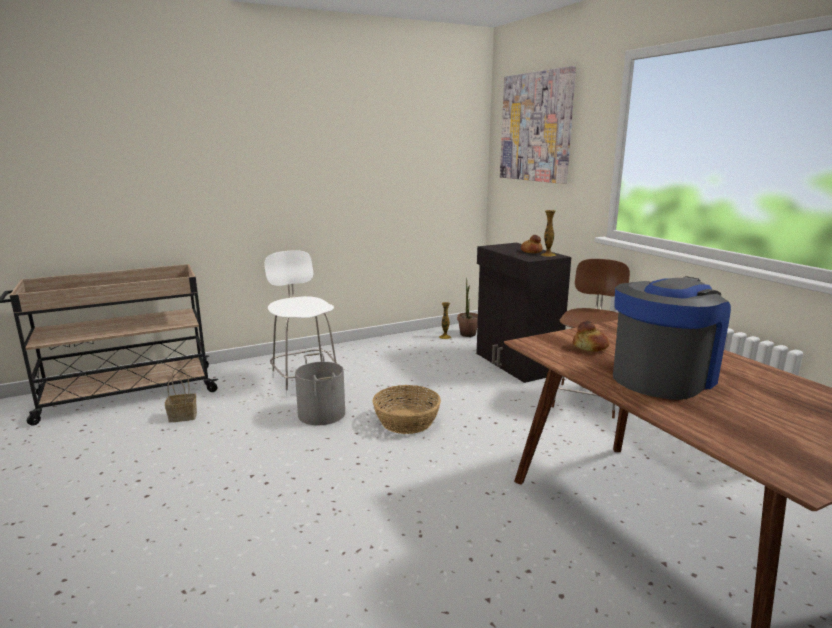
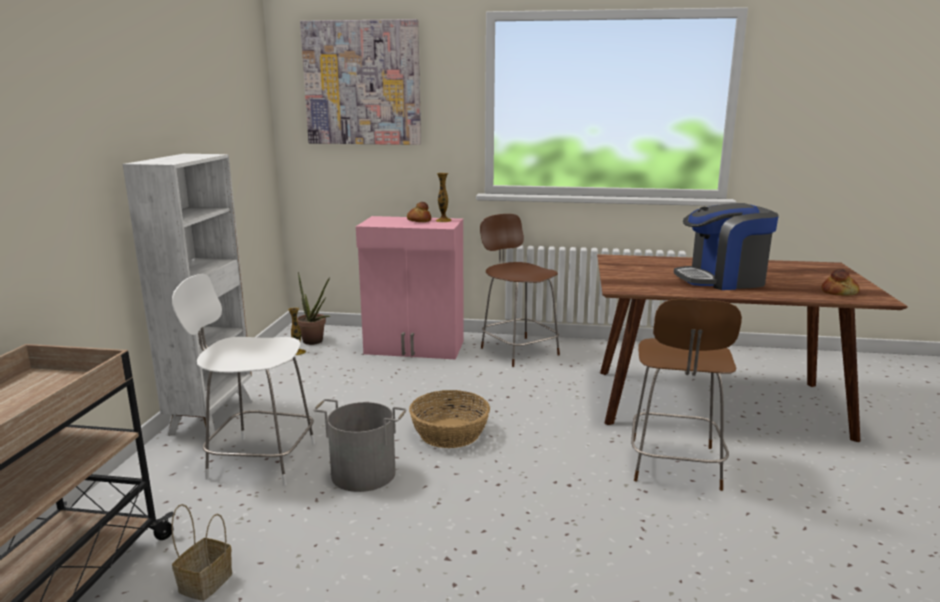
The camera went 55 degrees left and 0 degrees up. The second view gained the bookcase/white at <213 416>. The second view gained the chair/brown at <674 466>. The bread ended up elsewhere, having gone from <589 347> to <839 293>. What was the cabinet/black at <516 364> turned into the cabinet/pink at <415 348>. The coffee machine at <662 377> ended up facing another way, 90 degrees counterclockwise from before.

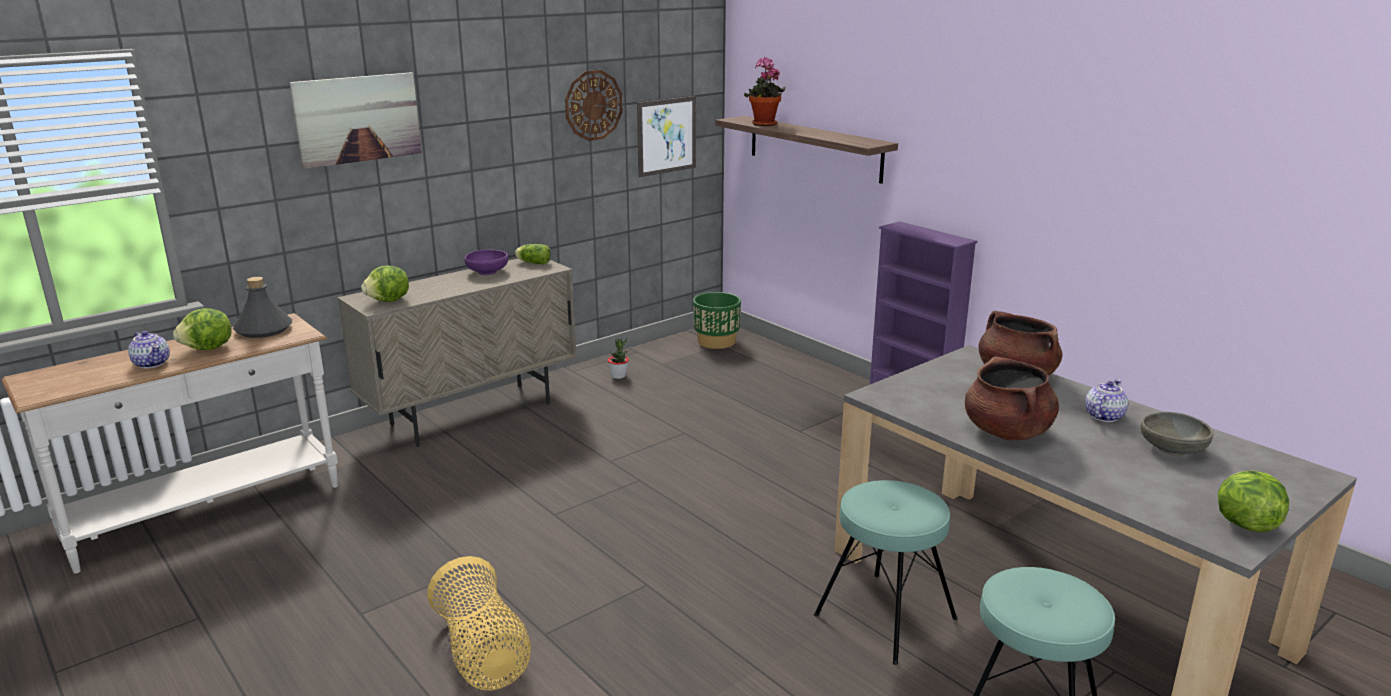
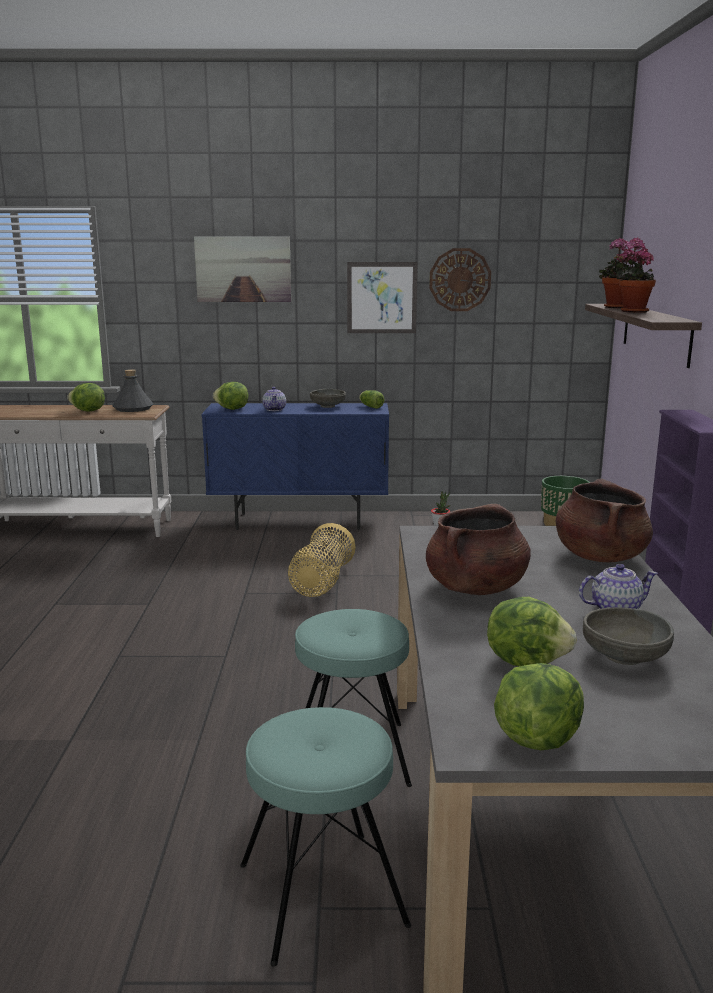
The camera went 40 degrees right and 5 degrees down. The second view gained the lettuce at <526 661>. The second view gained the potted plant at <631 311>. The teapot ended up elsewhere, having gone from <152 363> to <274 409>. The basket ended up elsewhere, having gone from <482 654> to <321 583>. The picture ended up elsewhere, having gone from <666 136> to <381 297>. What was the cabinet/beige at <472 414> turned into the cabinet/blue at <300 521>. What was the bowl/purple at <487 272> turned into the bowl/grey at <328 406>.

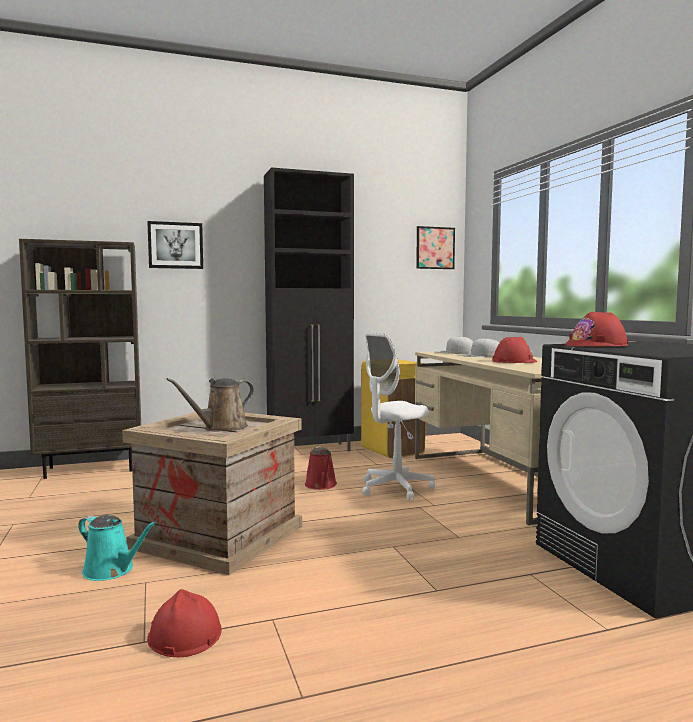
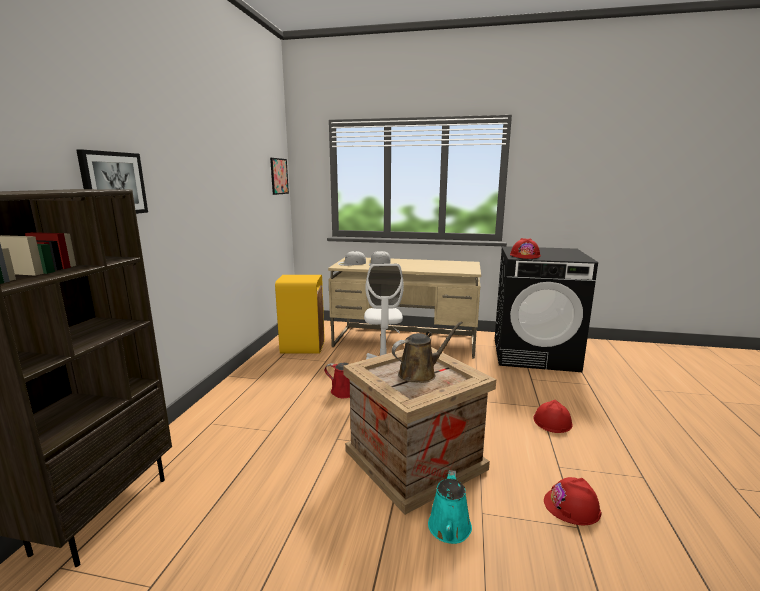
The camera went 60 degrees left and 10 degrees up. The second view lost the cabinet/black at <311 450>. The hard hat/red ended up elsewhere, having gone from <514 361> to <552 421>. The watering can/turquoise at <112 570> ended up facing another way, 135 degrees clockwise from before. The watering can/brown at <221 428> ended up facing another way, 105 degrees counterclockwise from before.

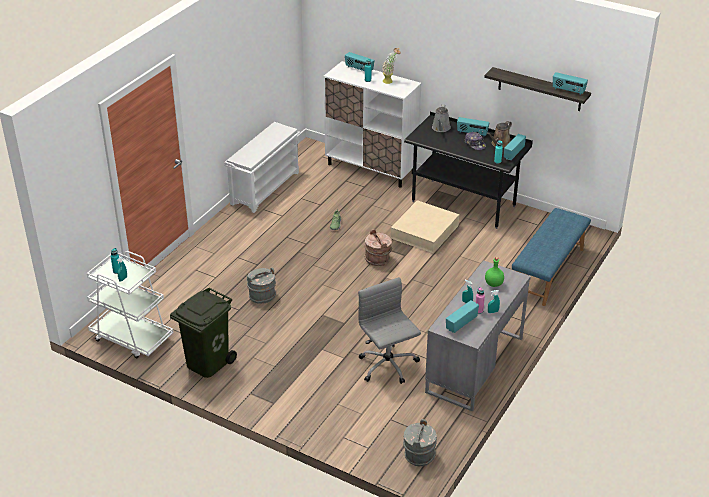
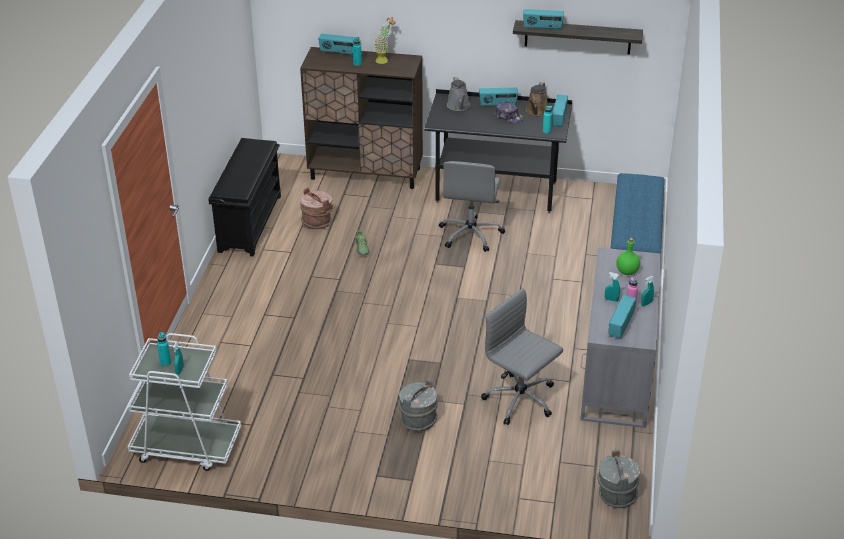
The camera went 20 degrees left and 0 degrees up. The second view lost the trash can/green at <207 362>. The bucket/grey ended up elsewhere, having gone from <262 296> to <418 420>. The bucket/brown ended up elsewhere, having gone from <377 259> to <317 222>. The radio ended up elsewhere, having gone from <568 91> to <542 28>. Where the storage box/beige stood at <424 232>, the office chair/grey came to stand at <471 234>. What was the shoe rack/white at <265 187> turned into the shoe rack/black at <249 223>. What was the cabinet/white at <371 168> turned into the cabinet/brown at <366 174>.

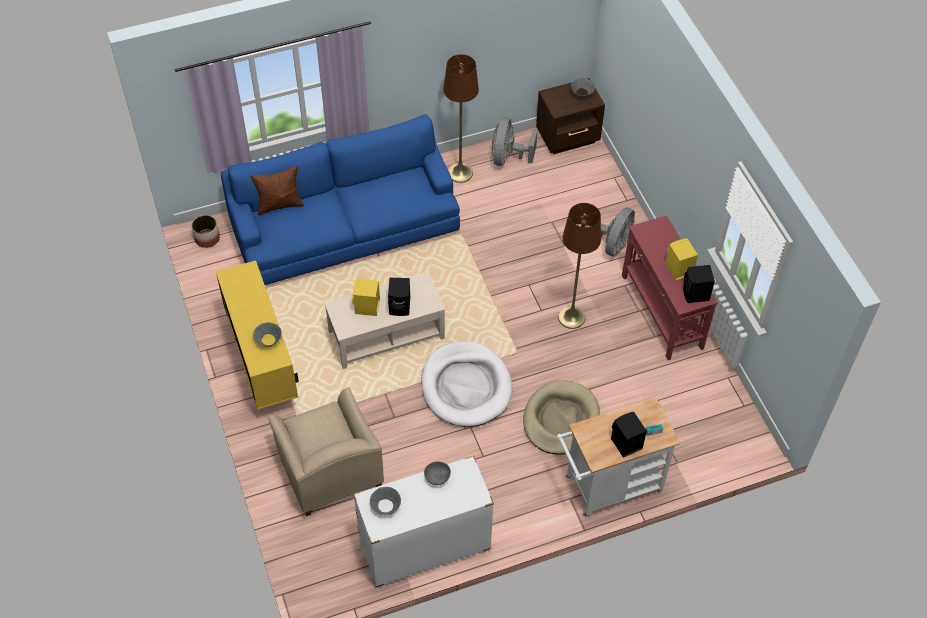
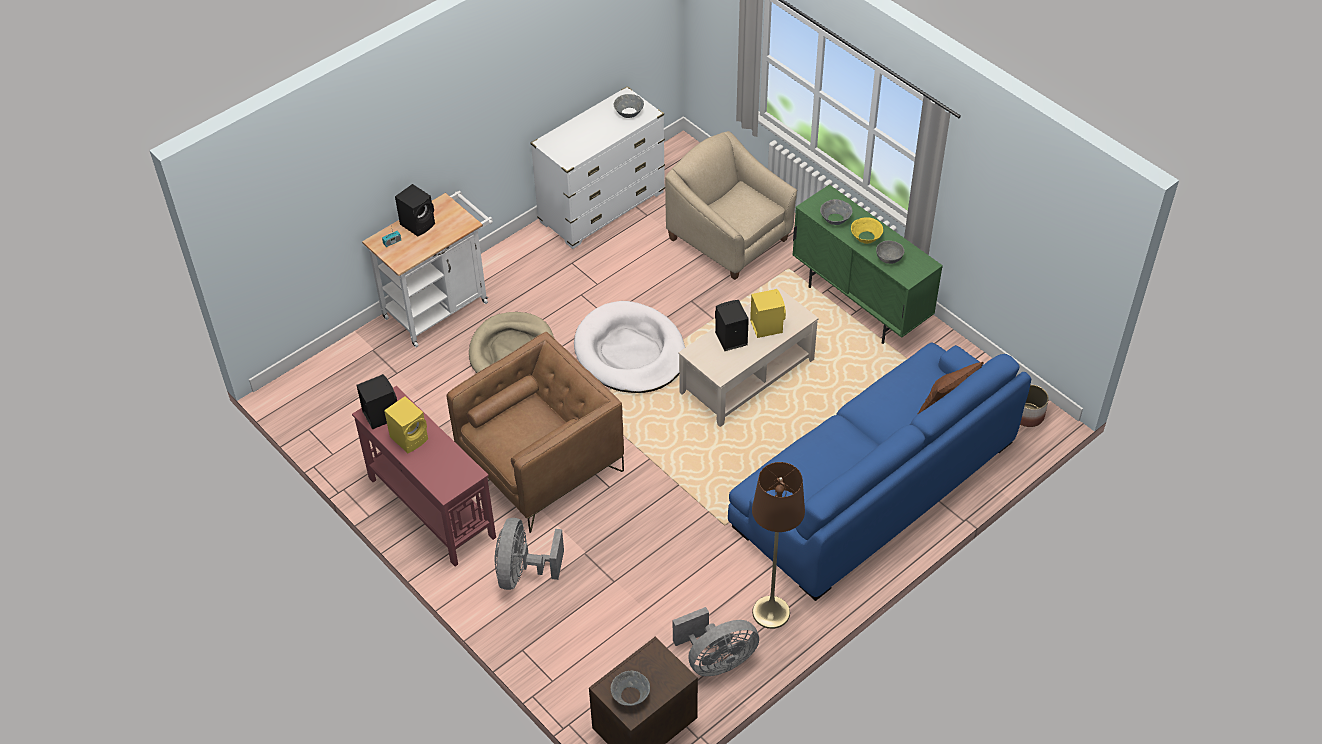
The camera went 160 degrees right and 5 degrees down. The second view gained the bowl/yellow at <865 237>. The bowl/grey ended up elsewhere, having gone from <437 478> to <888 259>. Where the floor lamp/brown stood at <571 317>, the armchair/brown came to stand at <541 464>. What was the cabinet/yellow at <263 365> turned into the cabinet/green at <860 305>. The fan/grey at <508 157> ended up facing another way, 75 degrees clockwise from before.

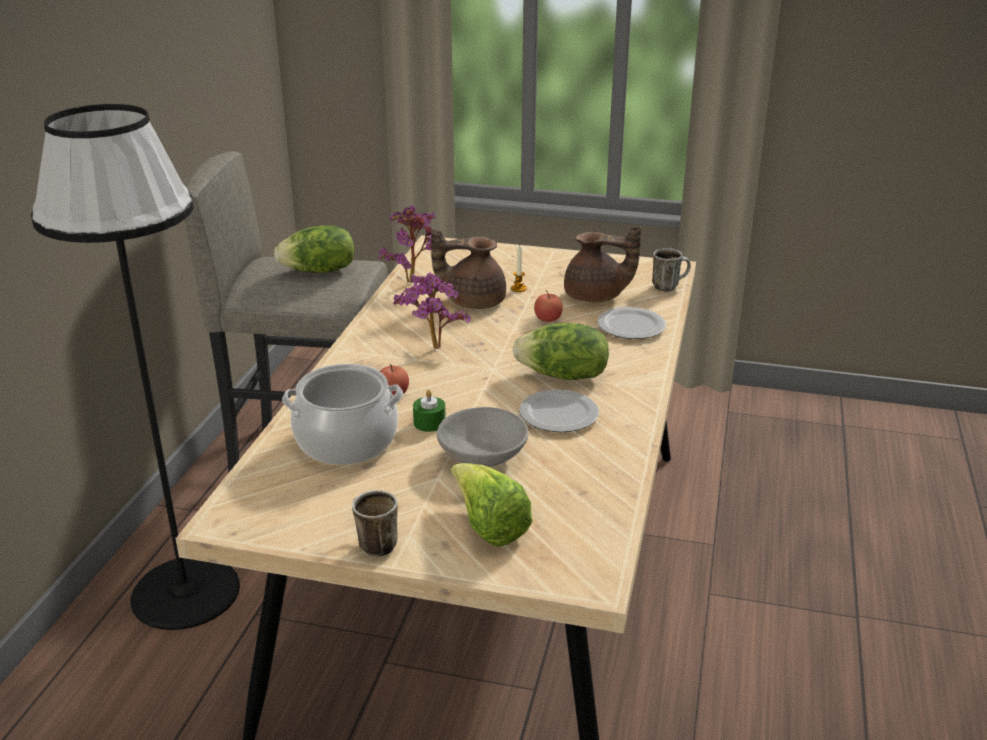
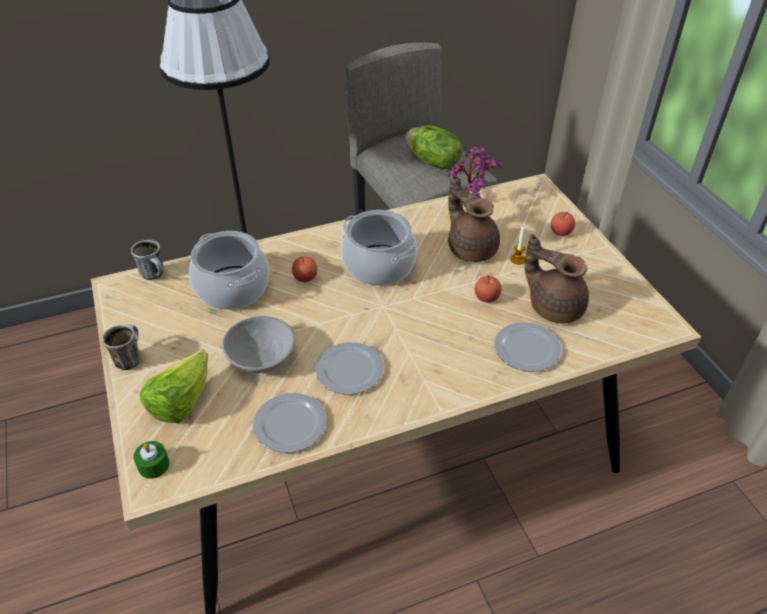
The camera went 55 degrees right and 15 degrees up. The second view lost the lettuce at <563 376>. The second view gained the plate at <291 425>. The second view gained the apple at <561 232>. The candle/green ended up elsewhere, having gone from <429 423> to <153 465>. The mug ended up elsewhere, having gone from <669 286> to <156 275>. Where the potted plant stood at <432 350>, the cooking pot came to stand at <379 265>. The teapot/brown at <596 297> ended up facing another way, 150 degrees clockwise from before.

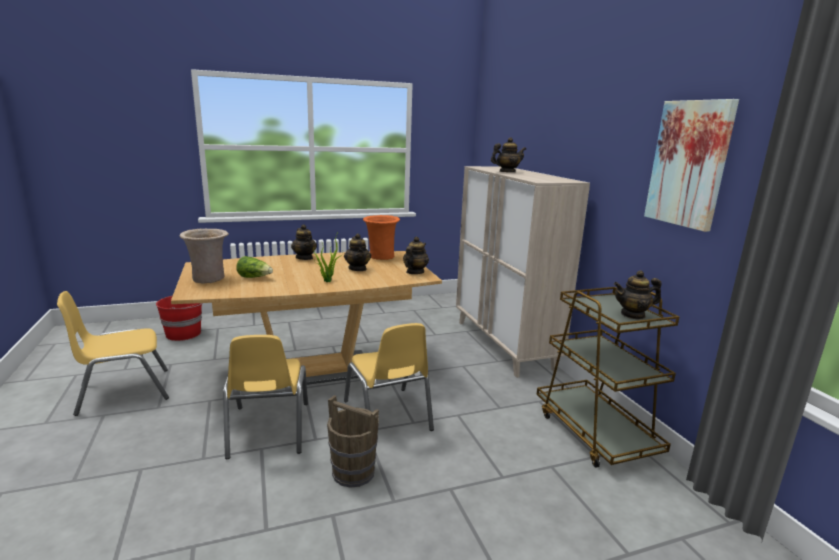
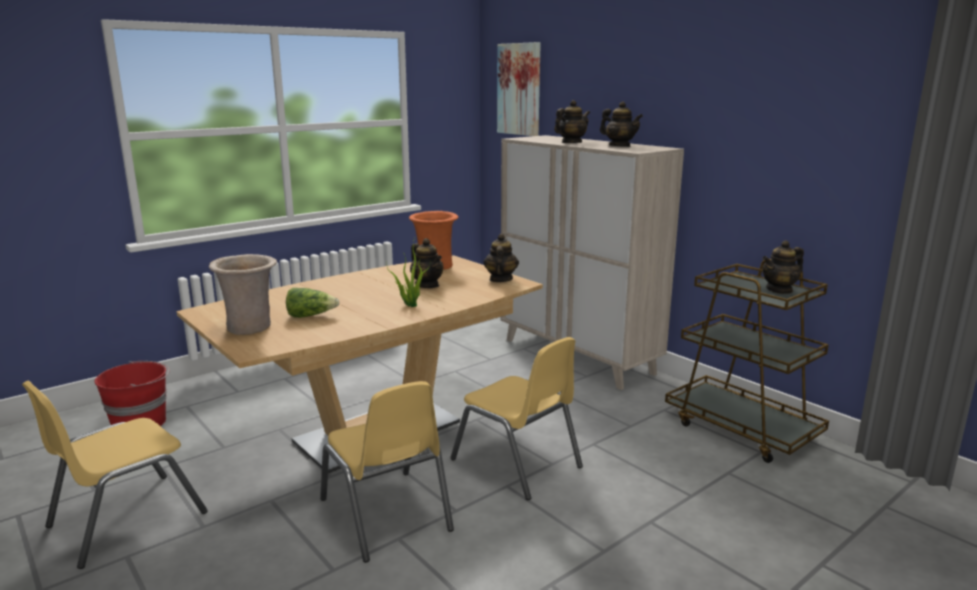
The camera went 20 degrees left and 0 degrees up. The second view lost the bucket/brown at <353 472>. The teapot ended up elsewhere, having gone from <304 258> to <619 146>. The picture ended up elsewhere, having gone from <689 164> to <519 89>.

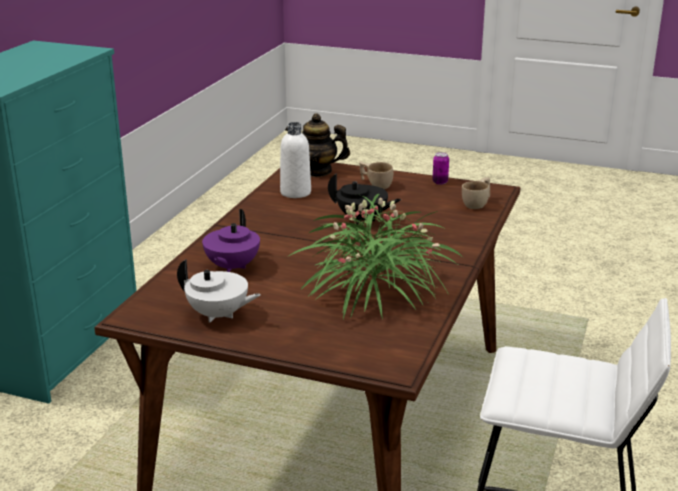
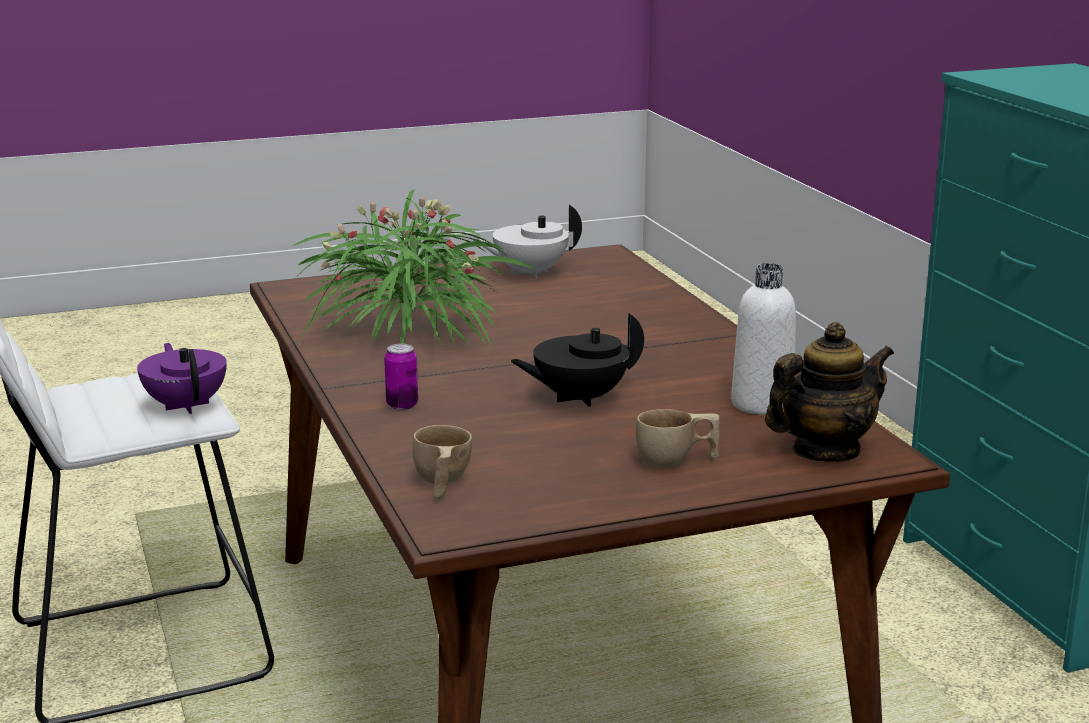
The camera went 140 degrees right and 5 degrees down. The teapot/purple ended up elsewhere, having gone from <231 267> to <186 405>. The can ended up elsewhere, having gone from <440 182> to <402 405>.

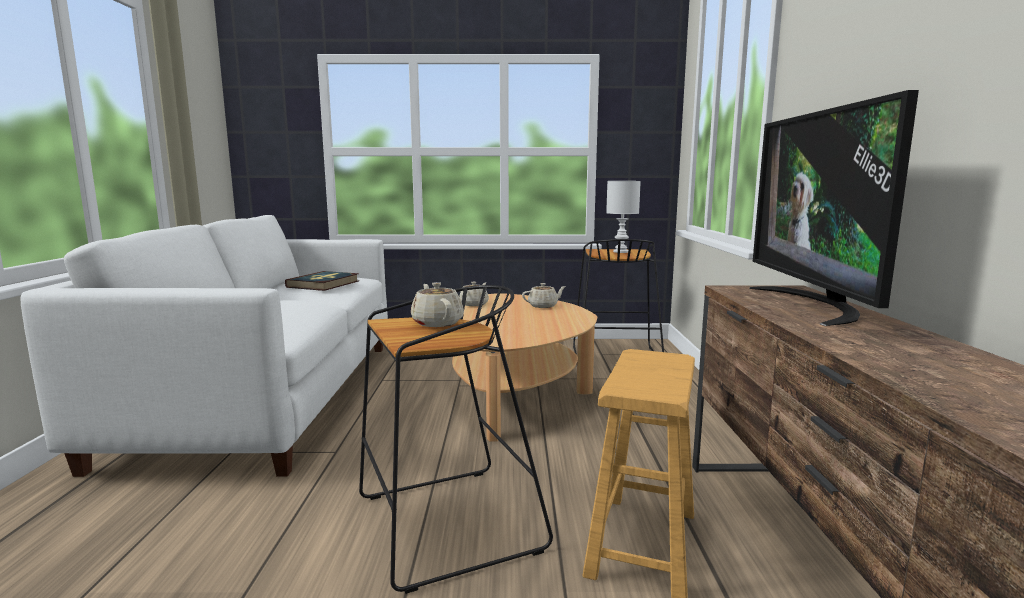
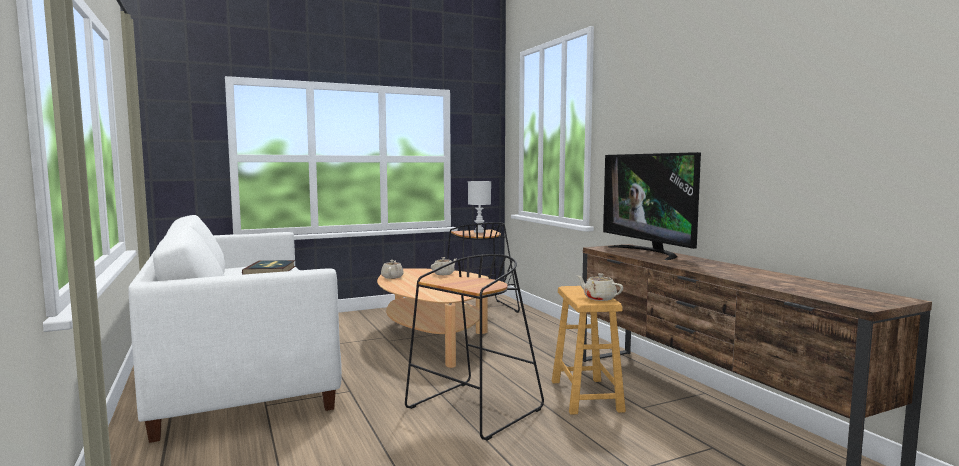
The camera went 25 degrees left and 5 degrees down. The teapot/beige ended up elsewhere, having gone from <437 323> to <599 298>.

